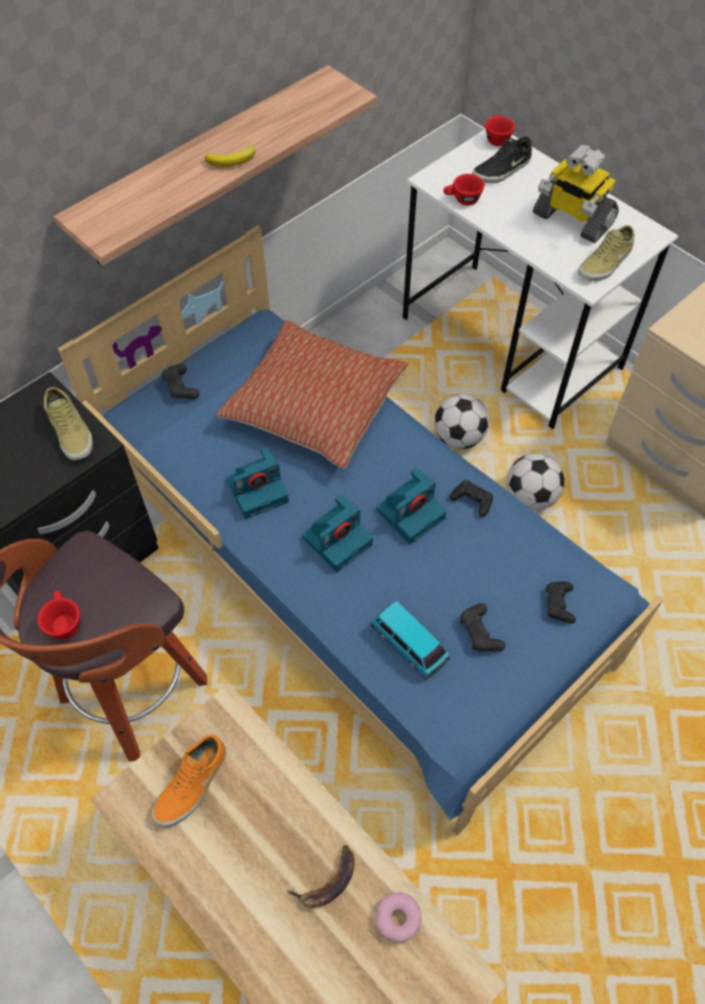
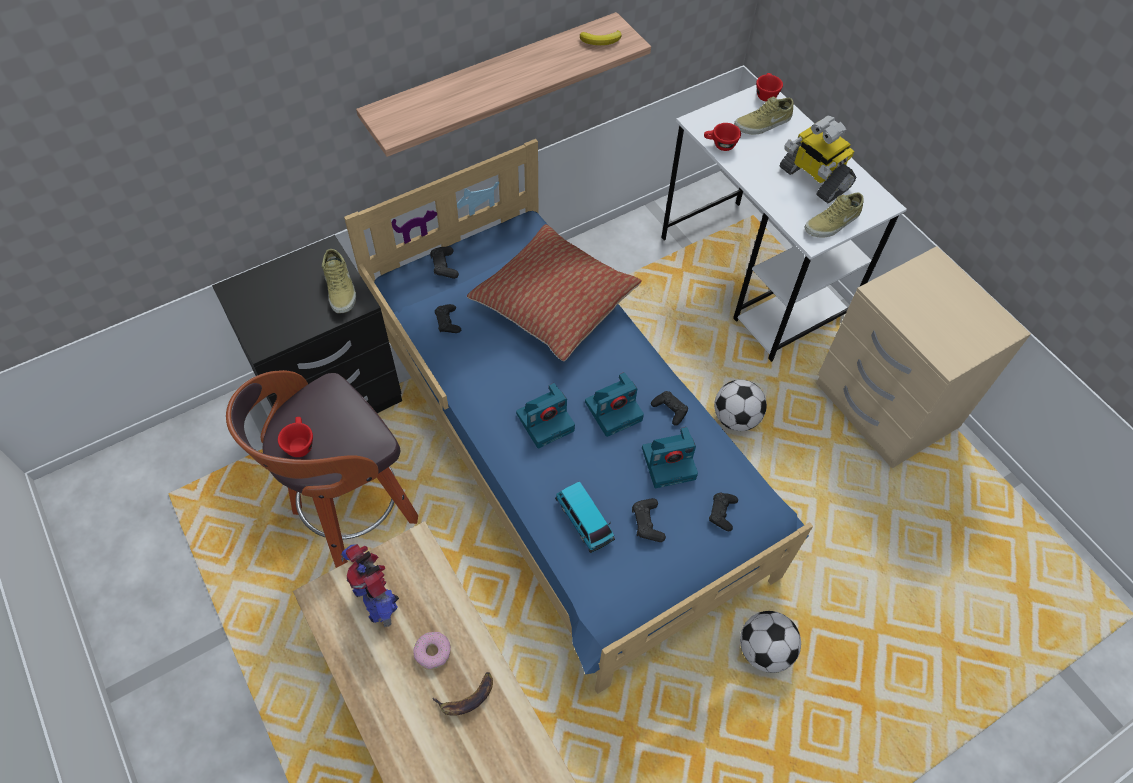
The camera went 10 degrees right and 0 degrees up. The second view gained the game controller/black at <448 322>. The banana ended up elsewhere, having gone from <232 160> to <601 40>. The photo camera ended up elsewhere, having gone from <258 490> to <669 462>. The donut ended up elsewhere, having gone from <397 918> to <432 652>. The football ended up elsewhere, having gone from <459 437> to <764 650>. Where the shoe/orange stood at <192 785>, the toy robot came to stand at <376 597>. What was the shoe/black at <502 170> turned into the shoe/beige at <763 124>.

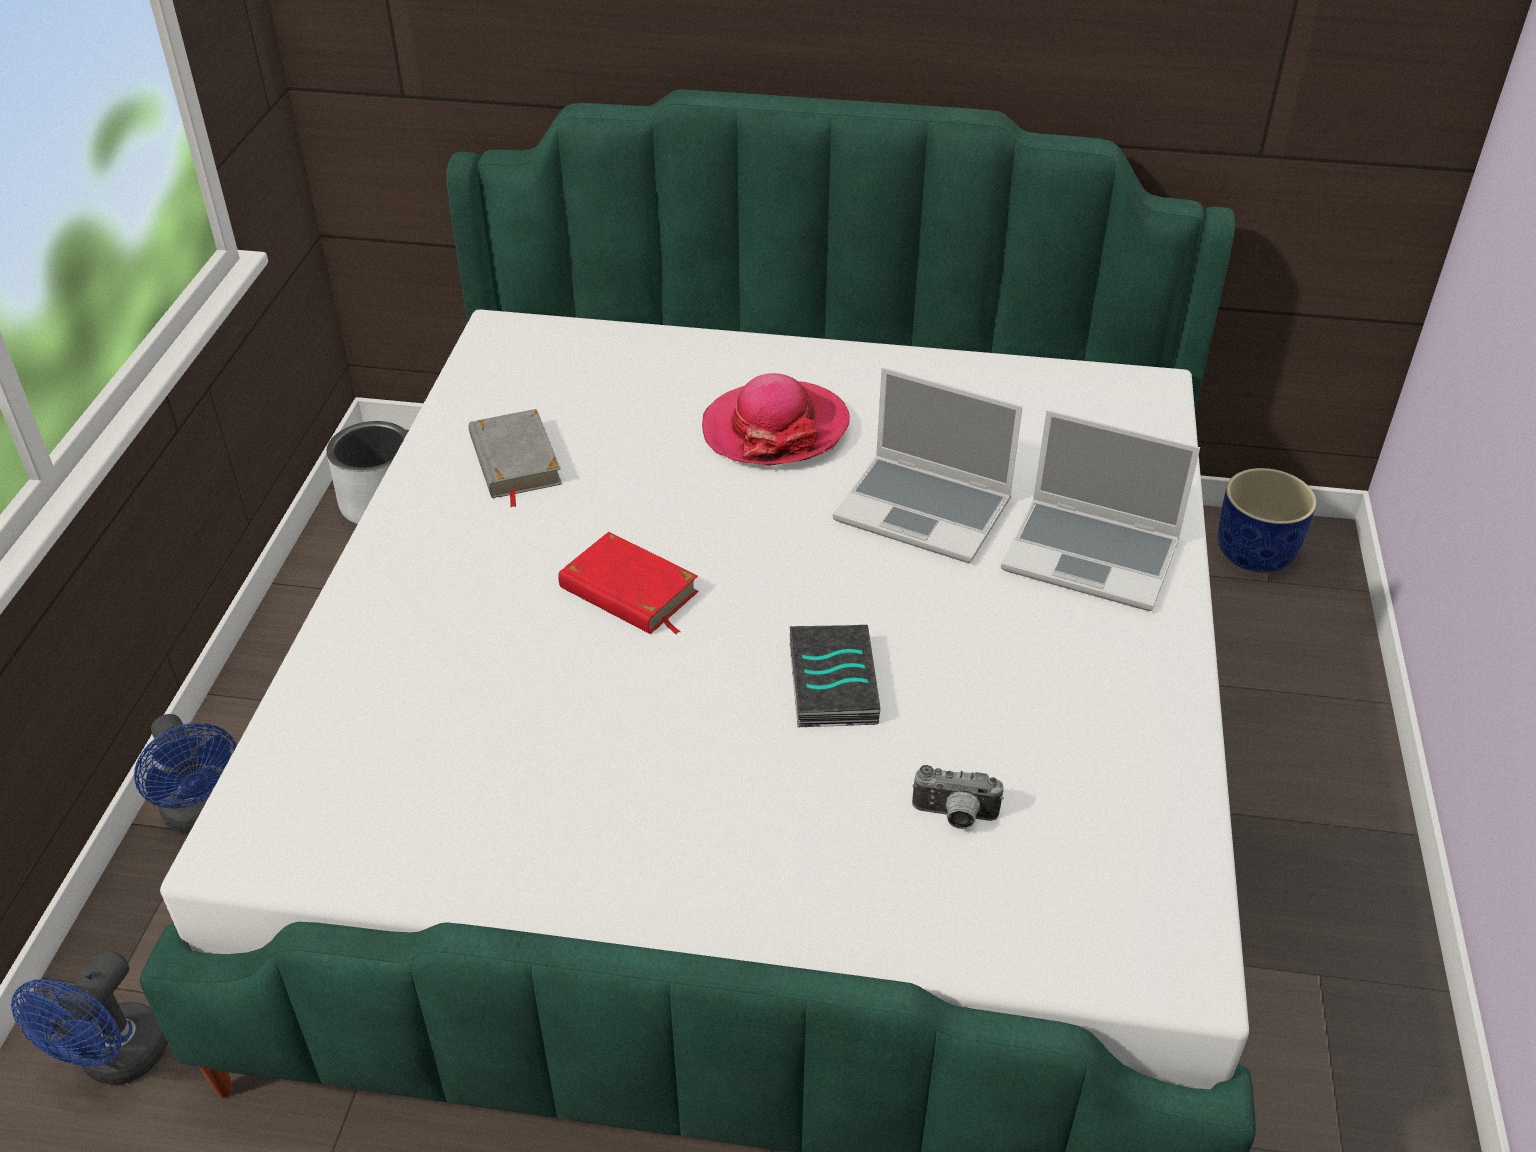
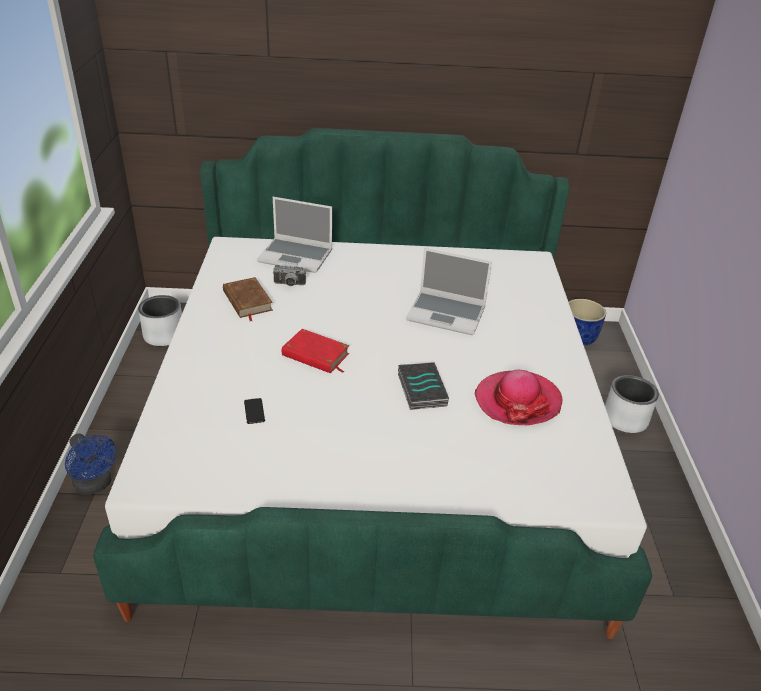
The camera went 10 degrees left and 5 degrees down. The second view lost the fan/blue at <116 1061>. The second view gained the phone at <254 411>. The second view gained the planter/grey at <624 419>. The hat ended up elsewhere, having gone from <775 428> to <517 400>. The photo camera ended up elsewhere, having gone from <954 817> to <289 285>. The laptop ended up elsewhere, having gone from <1093 556> to <296 256>. What was the book/grey at <514 461> turned into the book/brown at <247 301>.

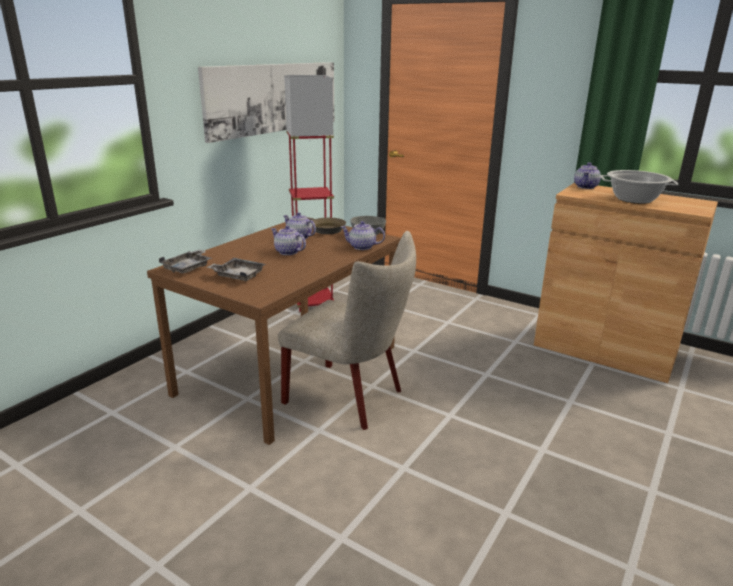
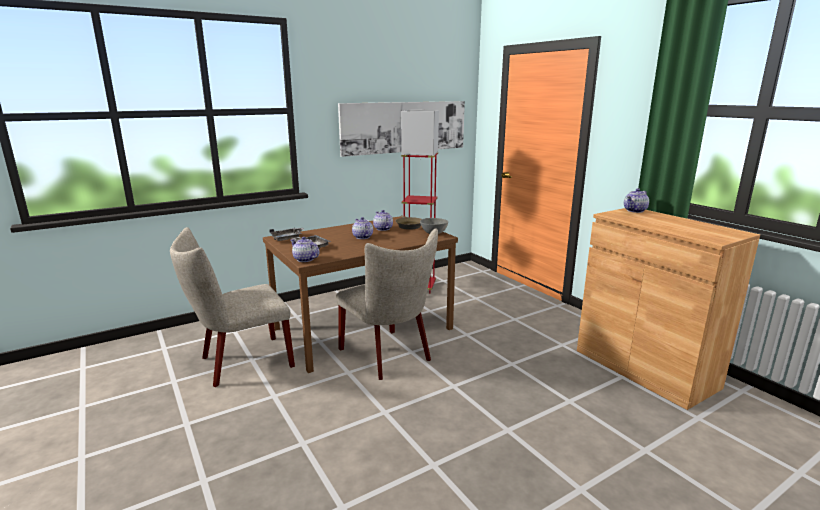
The camera went 25 degrees right and 5 degrees down. The second view lost the cooking pot at <634 199>. The second view gained the chair/beige at <241 363>. The teapot ended up elsewhere, having gone from <362 247> to <304 259>.

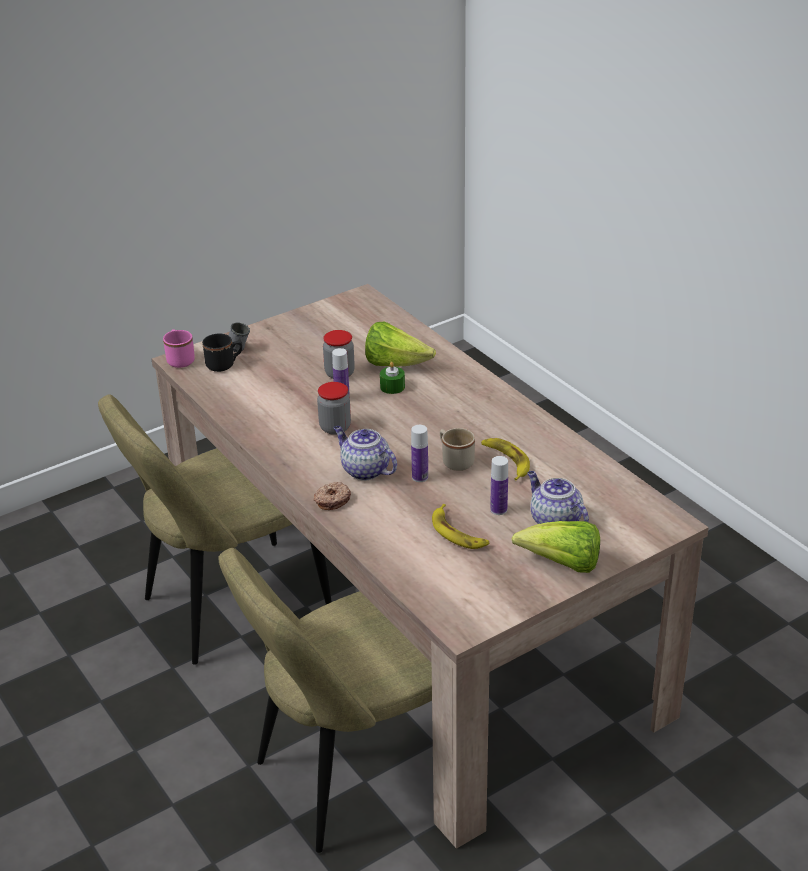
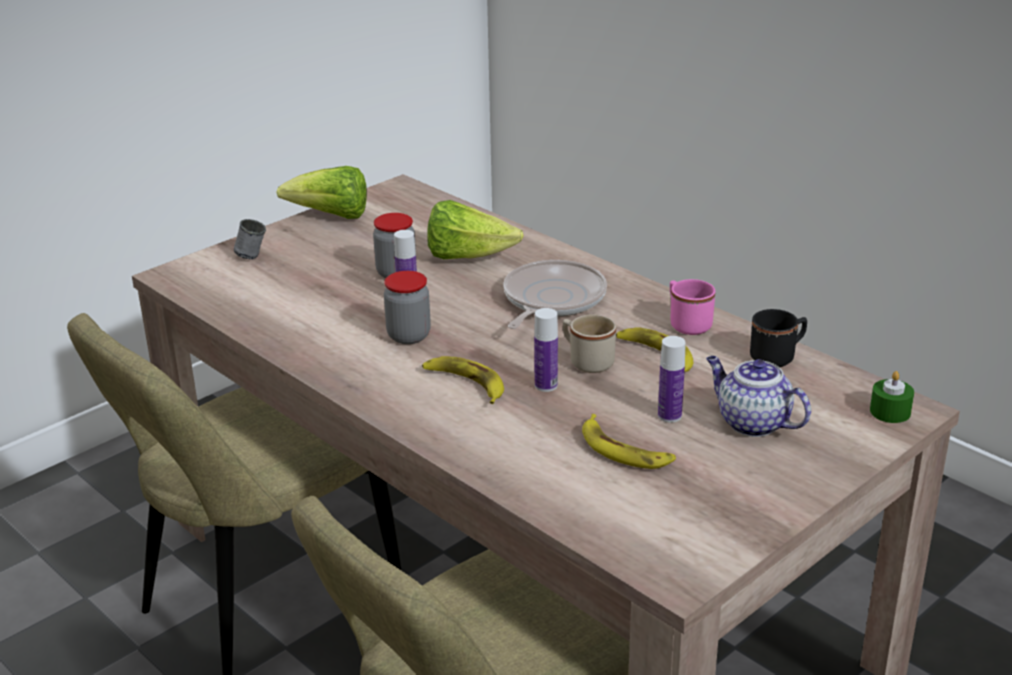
The camera went 10 degrees left and 5 degrees down. The second view lost the donut at <332 500>. The second view gained the frying pan at <551 300>. The mug/pink ended up elsewhere, having gone from <179 359> to <687 323>. The mug/black ended up elsewhere, having gone from <224 365> to <777 357>. The candle/green ended up elsewhere, having gone from <392 387> to <890 412>. The lettuce ended up elsewhere, having gone from <562 564> to <331 216>. Where the teapot stood at <364 470>, the banana came to stand at <465 384>.

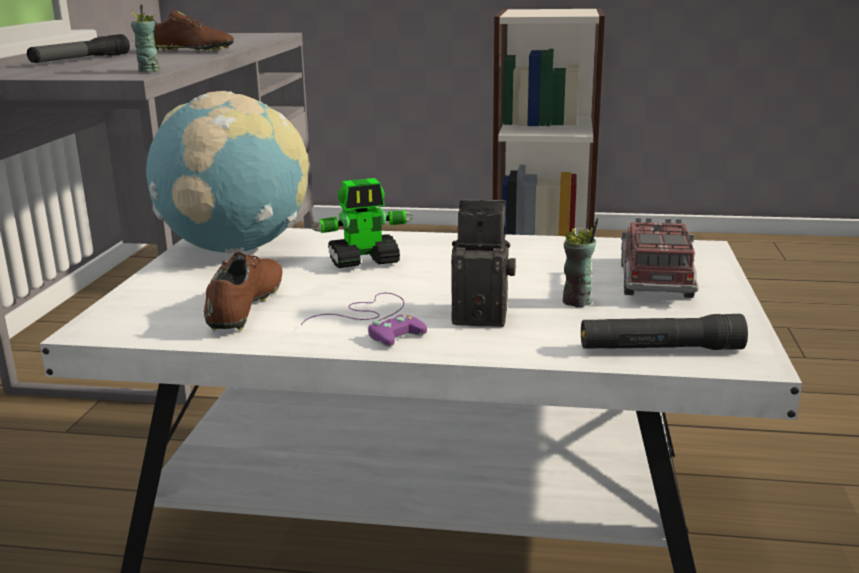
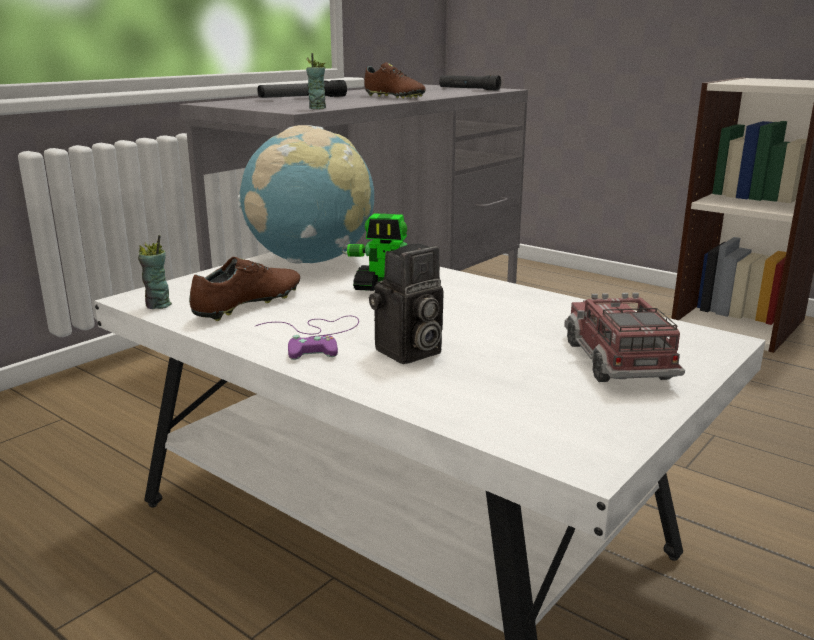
The camera went 30 degrees right and 0 degrees up. The cup ended up elsewhere, having gone from <577 302> to <158 305>. The flashlight/black ended up elsewhere, having gone from <660 349> to <469 89>. The photo camera at <483 315> ended up facing another way, 105 degrees clockwise from before. The toy truck at <655 280> ended up facing another way, 45 degrees counterclockwise from before.

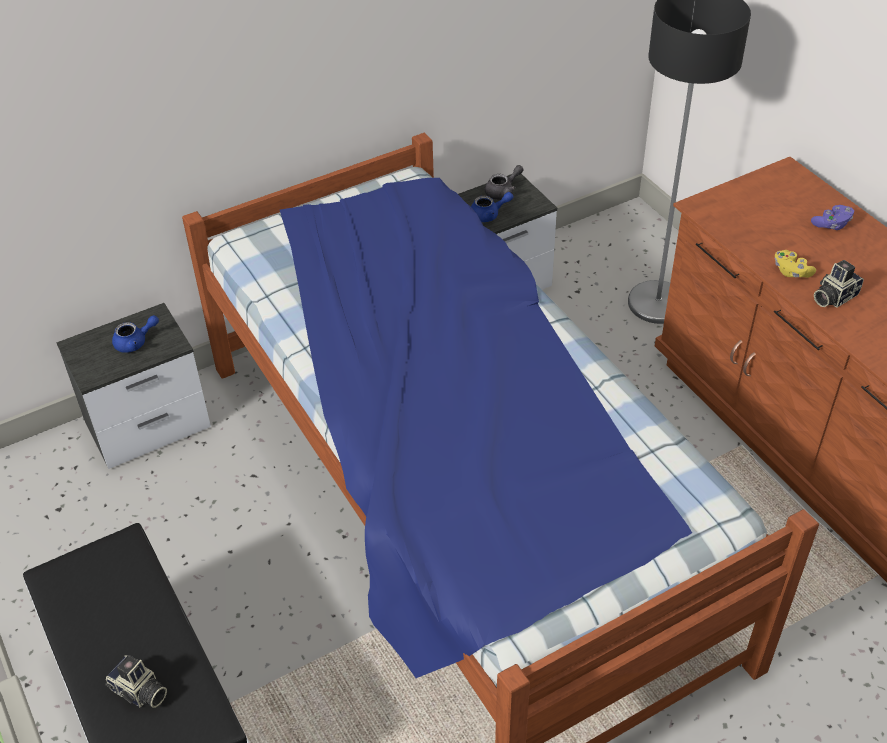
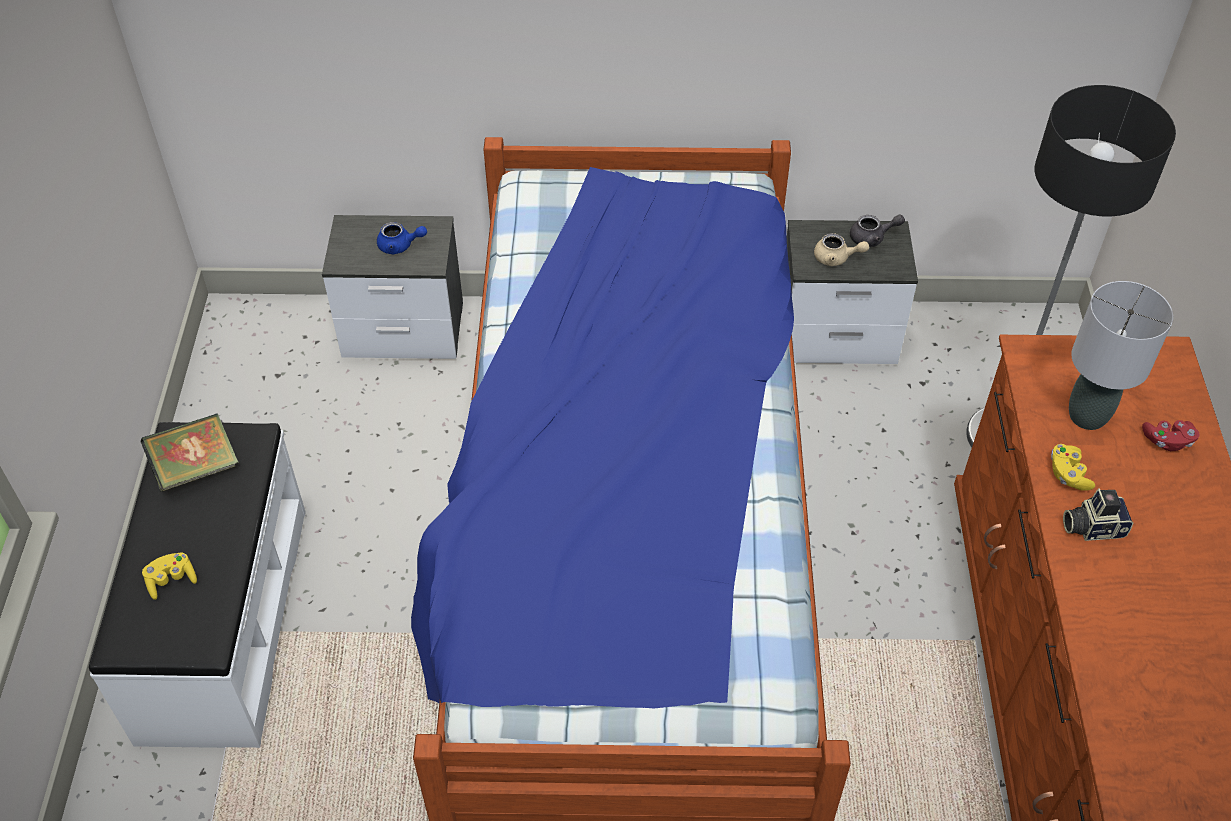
The camera went 30 degrees right and 5 degrees up. The second view gained the book at <196 468>. The second view gained the table lamp/grey at <1087 416>. Where the photo camera stood at <139 692>, the game controller/yellow came to stand at <171 580>. What was the teapot/blue at <489 215> turned into the teapot/beige at <836 258>. What was the game controller/purple at <832 224> turned into the game controller/red at <1167 441>.

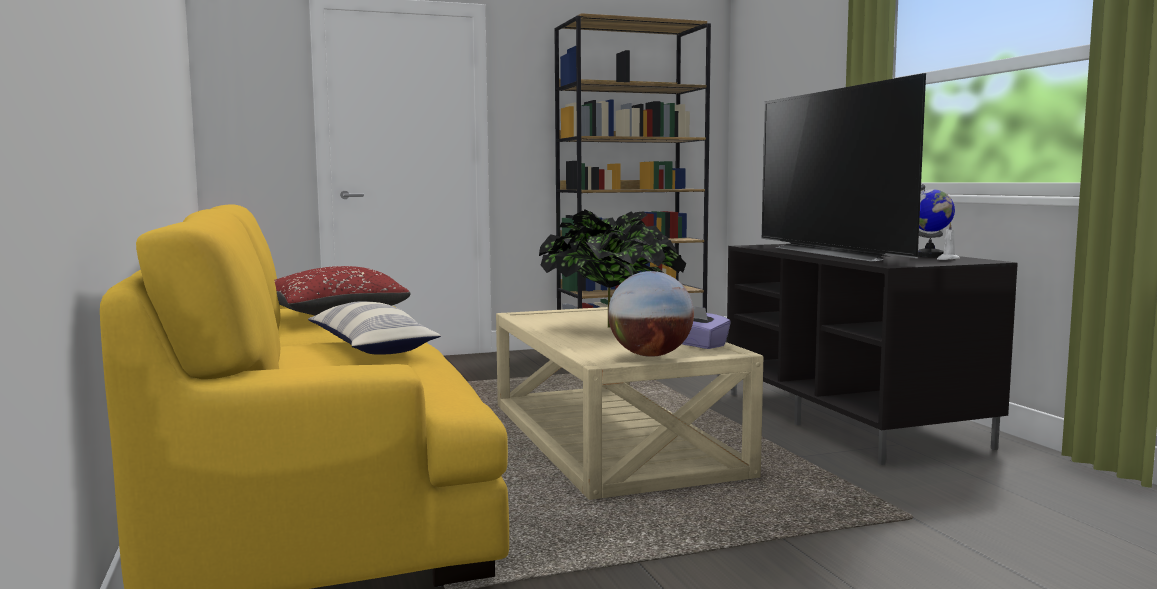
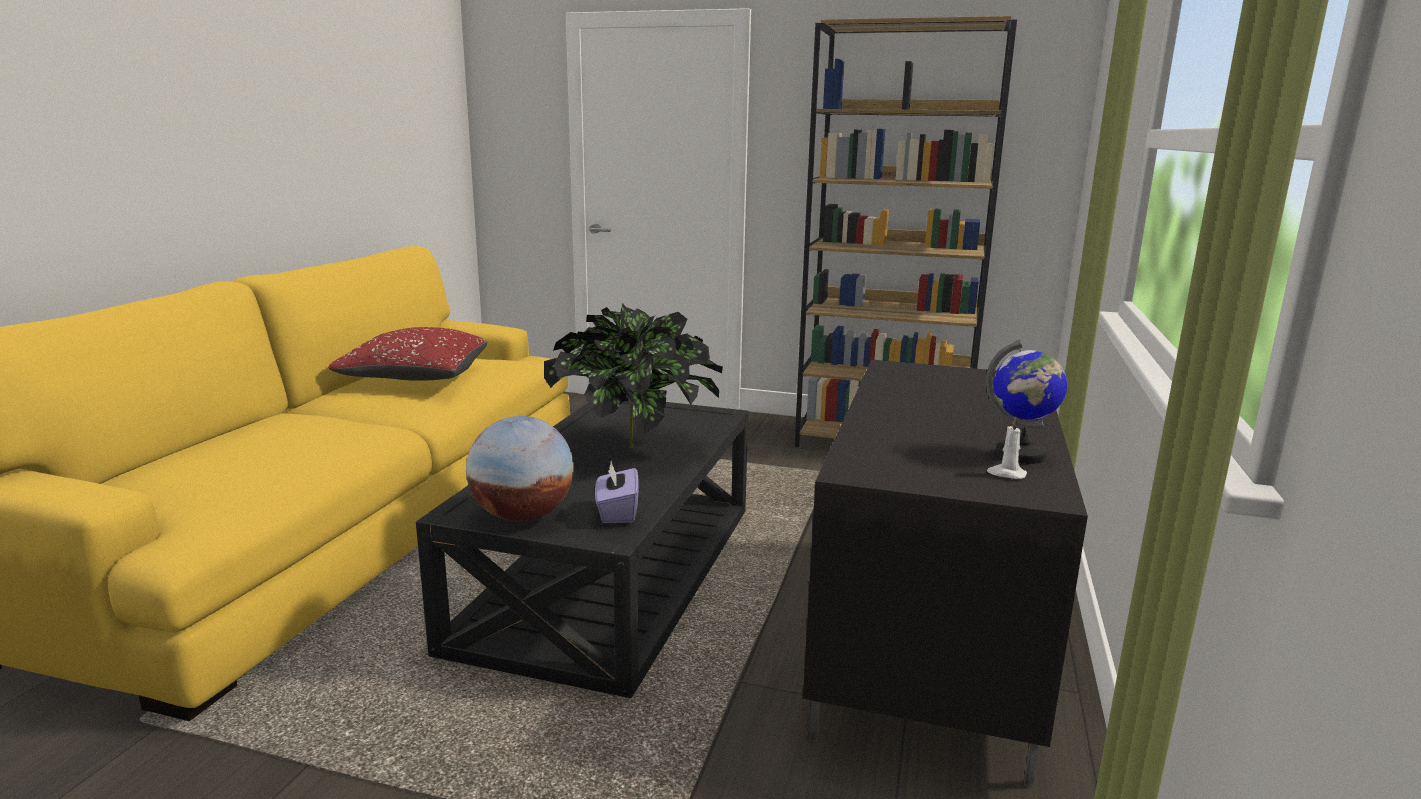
The camera went 35 degrees right and 10 degrees up. The second view lost the pillow at <370 348>. The second view lost the television at <837 253>. What was the coffee table/beige at <608 438> turned into the coffee table/black at <610 573>.

